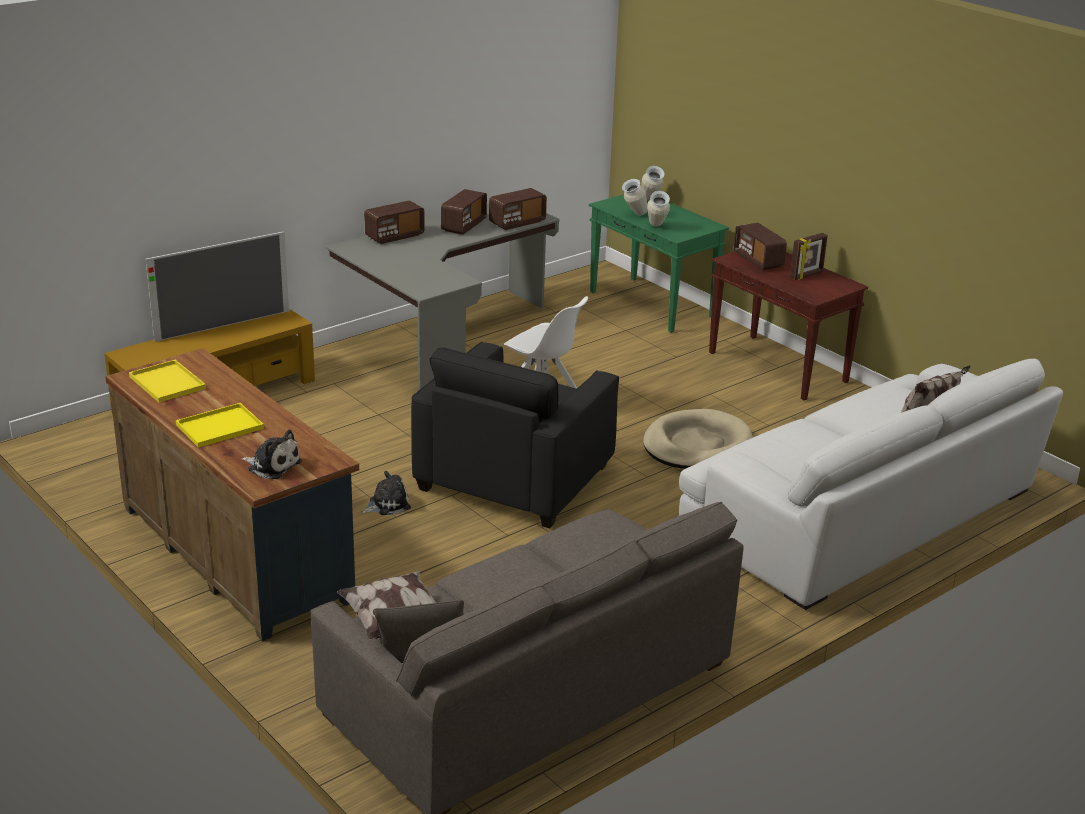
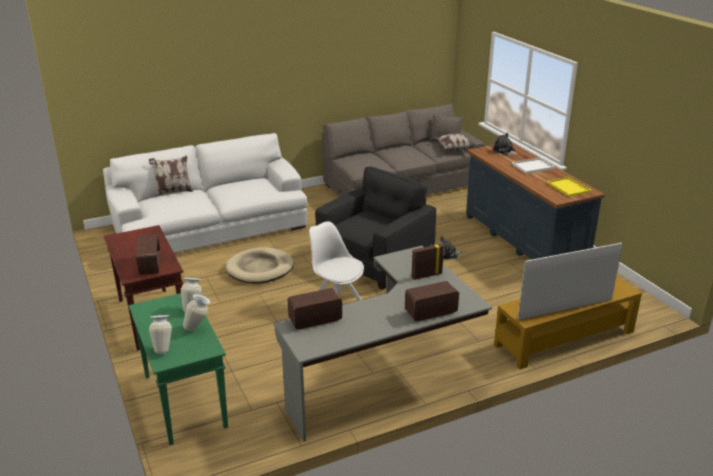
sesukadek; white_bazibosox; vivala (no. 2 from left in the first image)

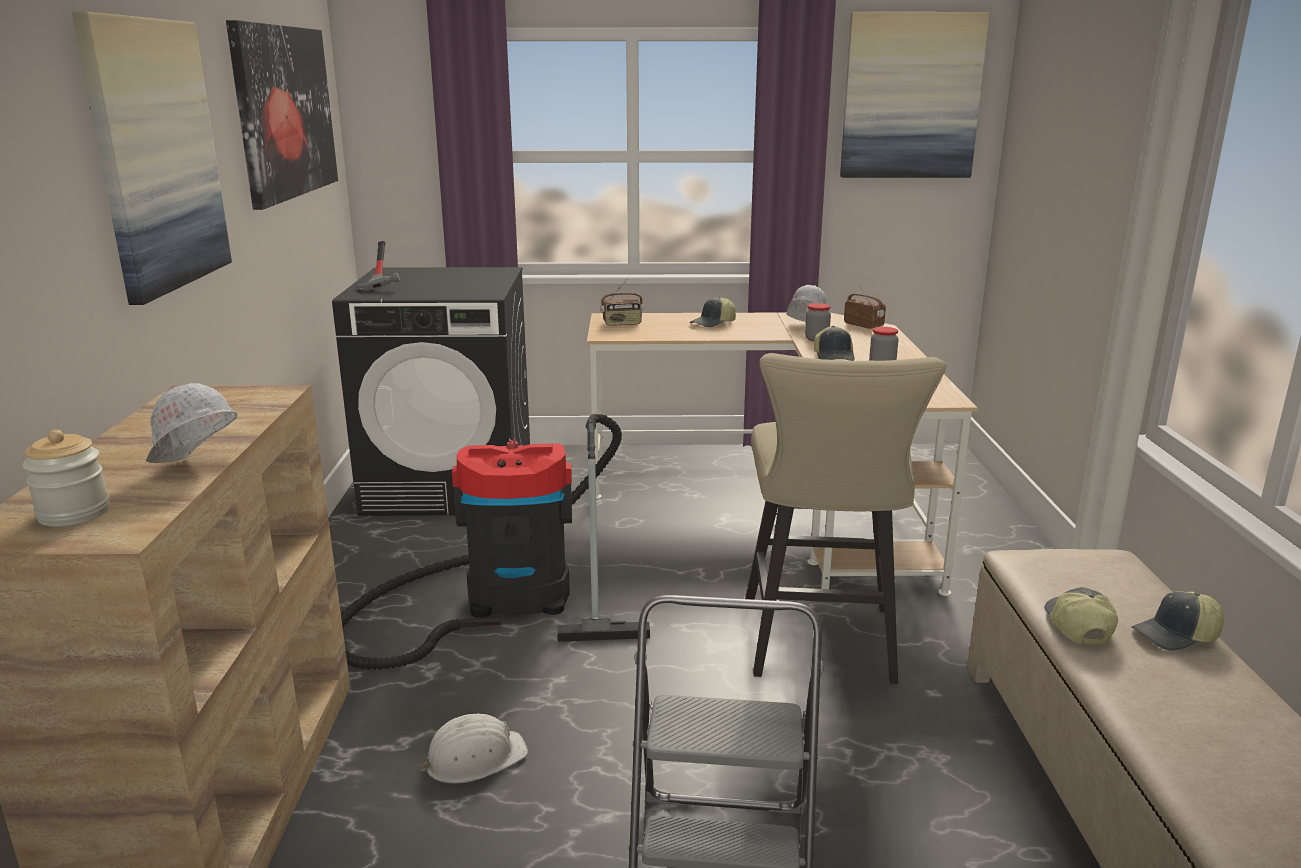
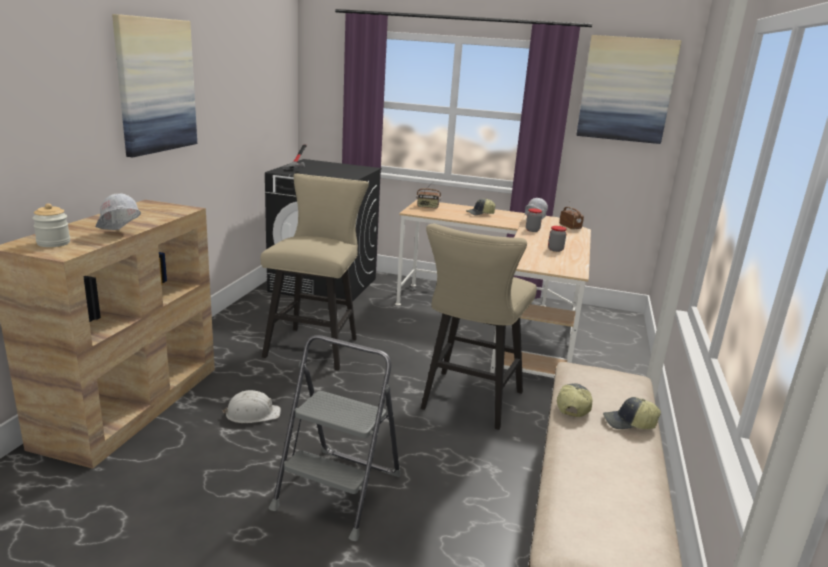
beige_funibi (no. 1 from left); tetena (no. 2 from left in the first image); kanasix (no. 2 from left in the first image)

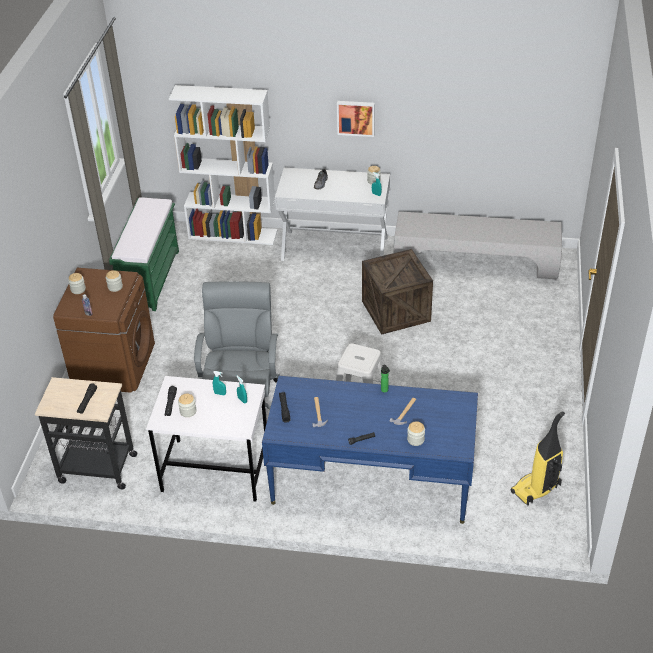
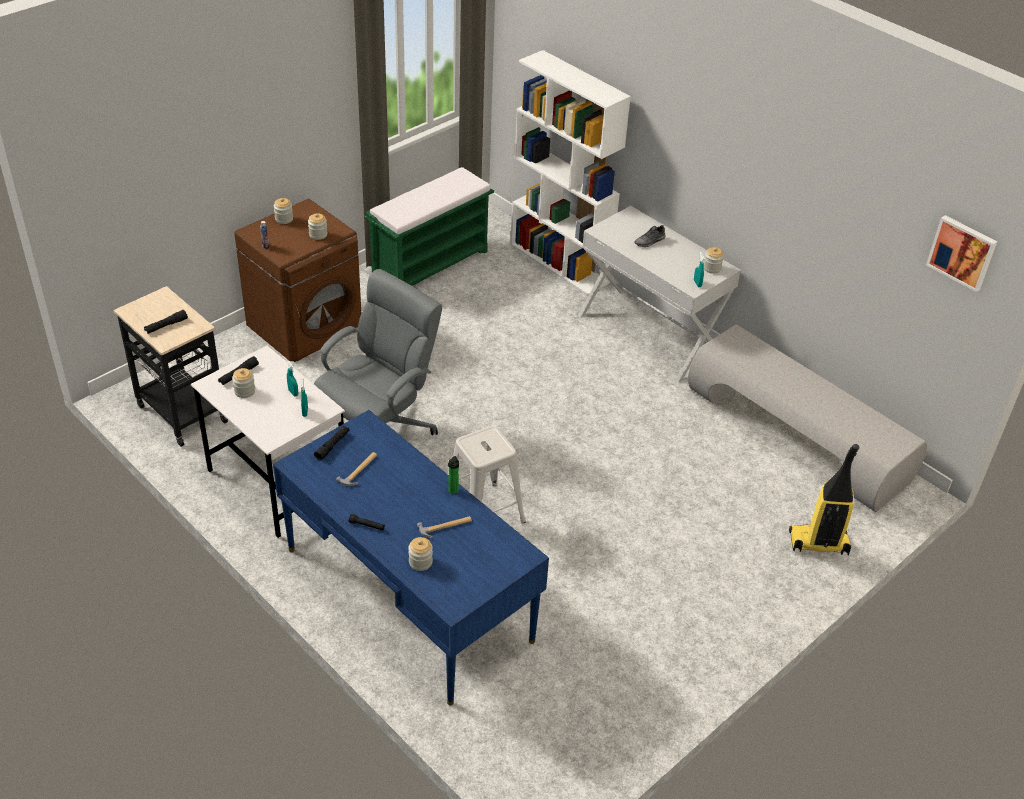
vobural; tetena; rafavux

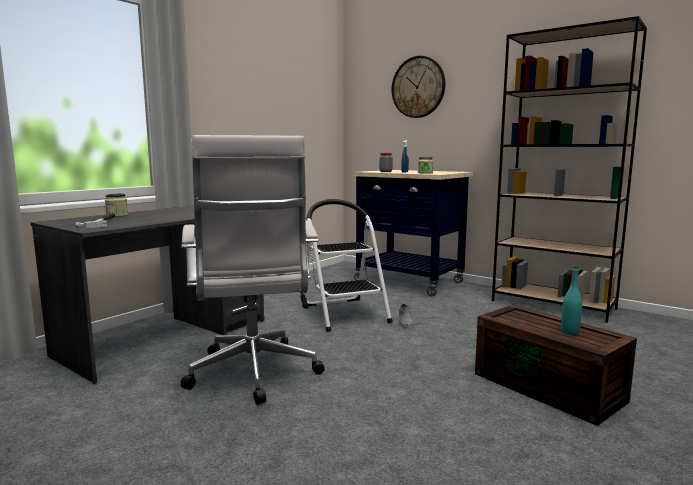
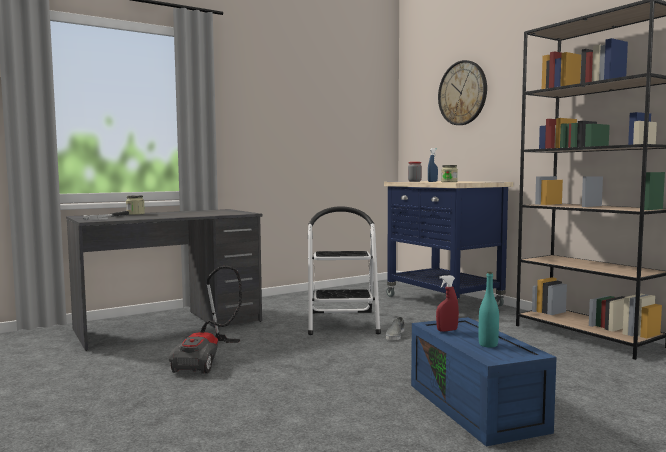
vobural; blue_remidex; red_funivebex

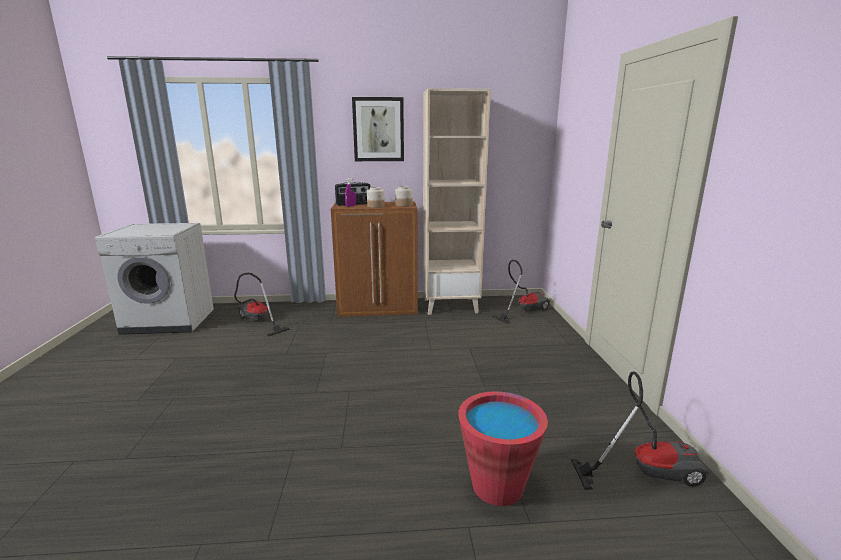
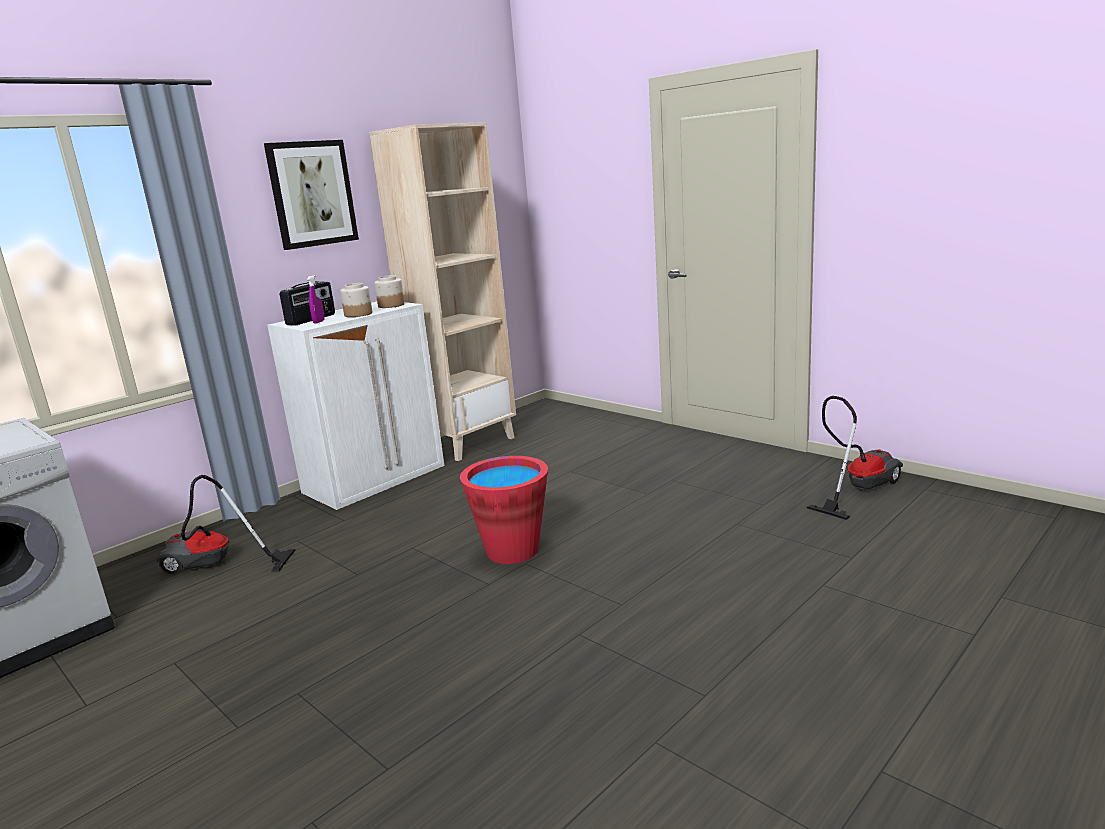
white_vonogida; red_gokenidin; vobural (no. 2 from left in the first image)

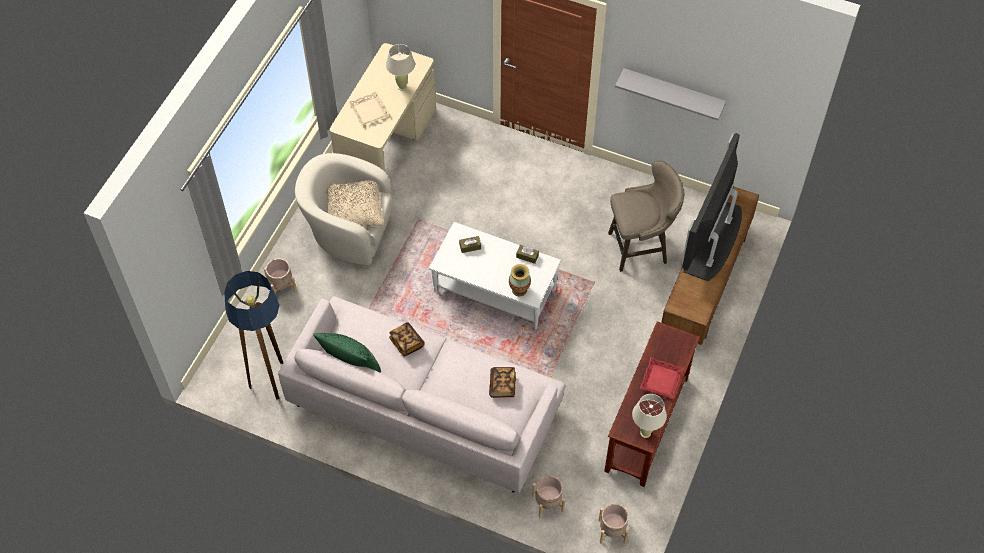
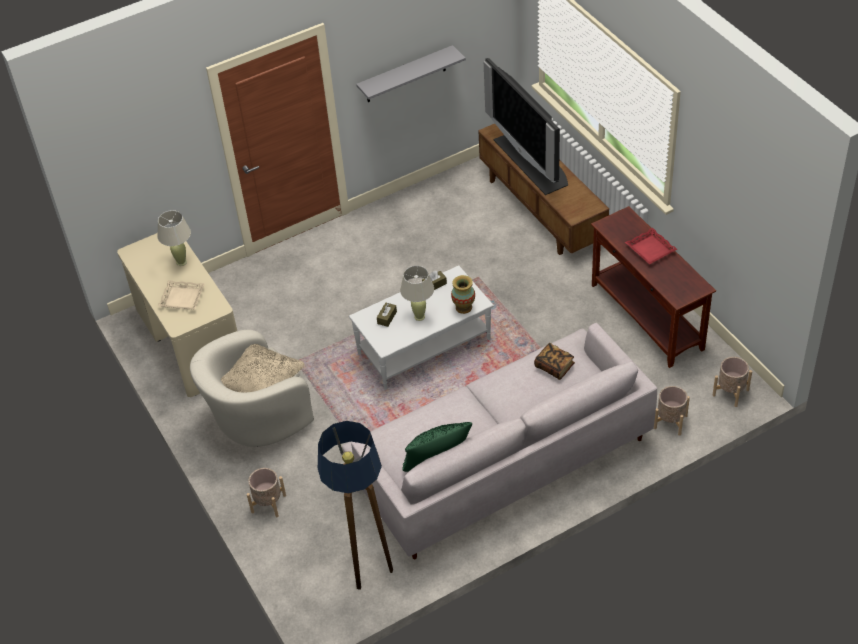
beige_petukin (no. 2 from left); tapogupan (no. 1 from left in the first image); beige_funibi

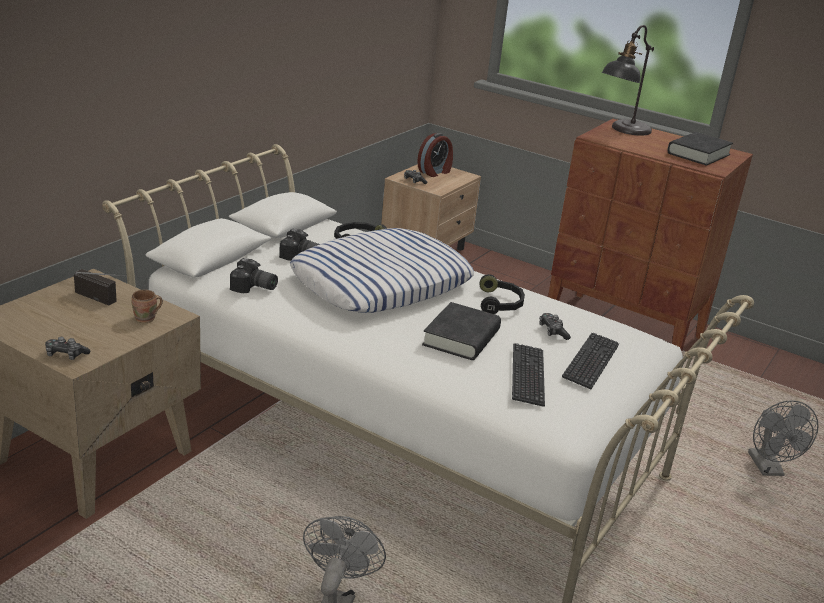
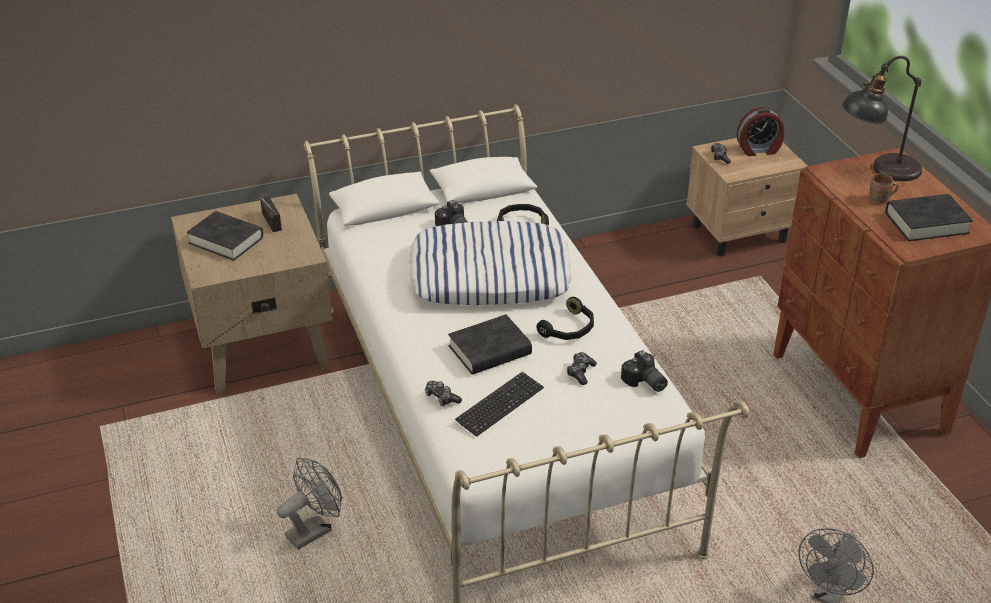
black_tapogupan (no. 1 from left); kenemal (no. 1 from left); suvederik (no. 2 from left); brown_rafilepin; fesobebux (no. 2 from left in the first image)

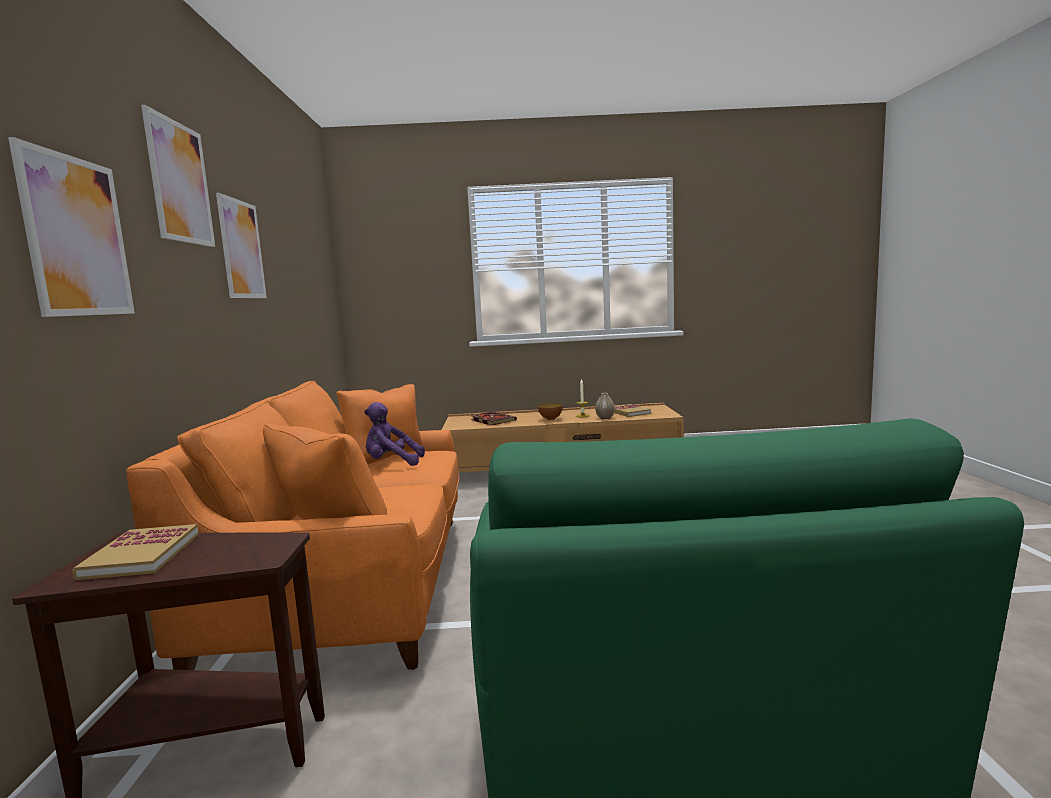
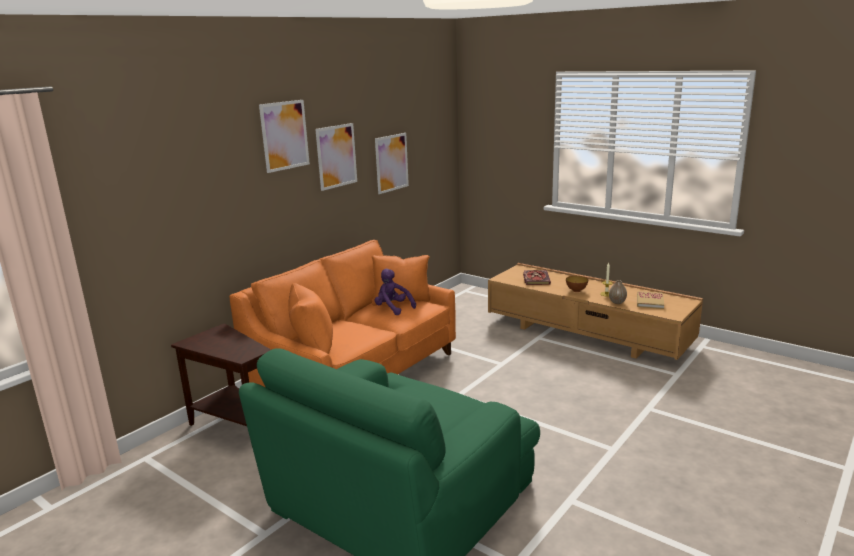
tetena (no. 3 from left); tapogupan (no. 1 from left in the first image)

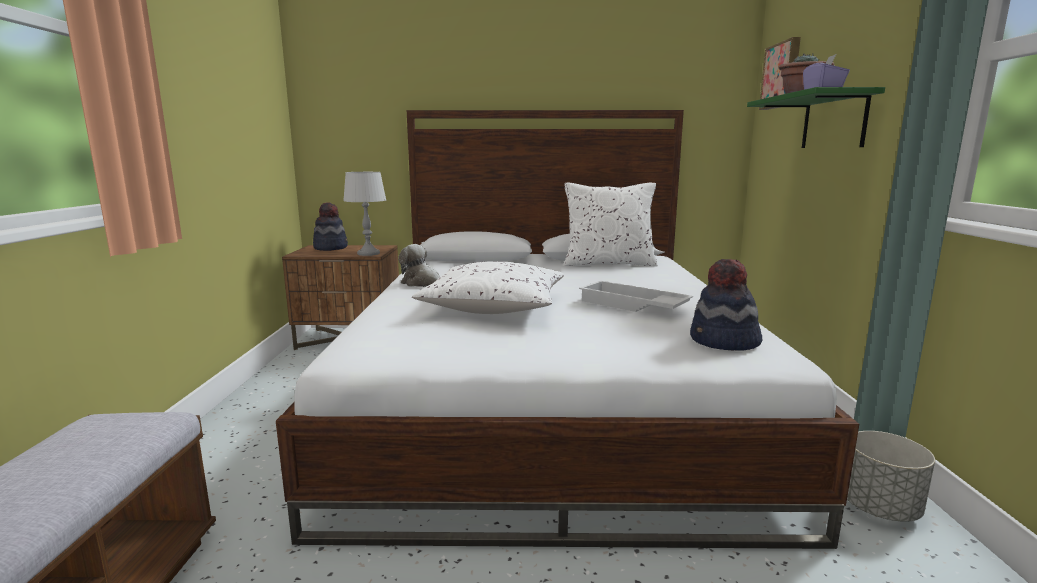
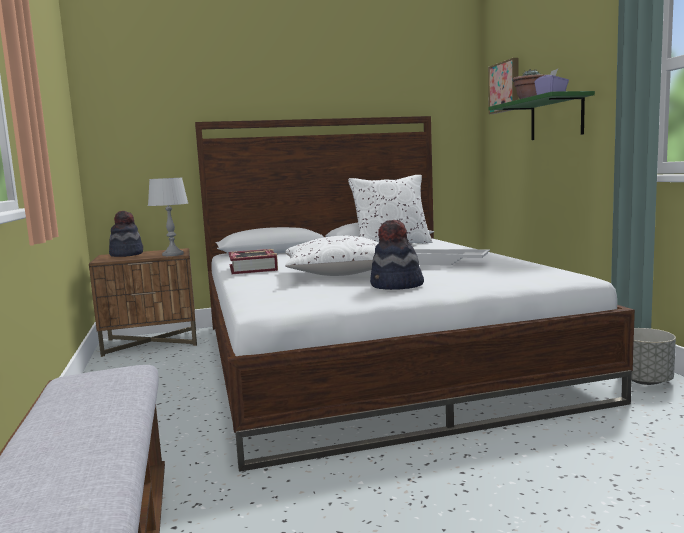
tapogupan; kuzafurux (no. 2 from left)

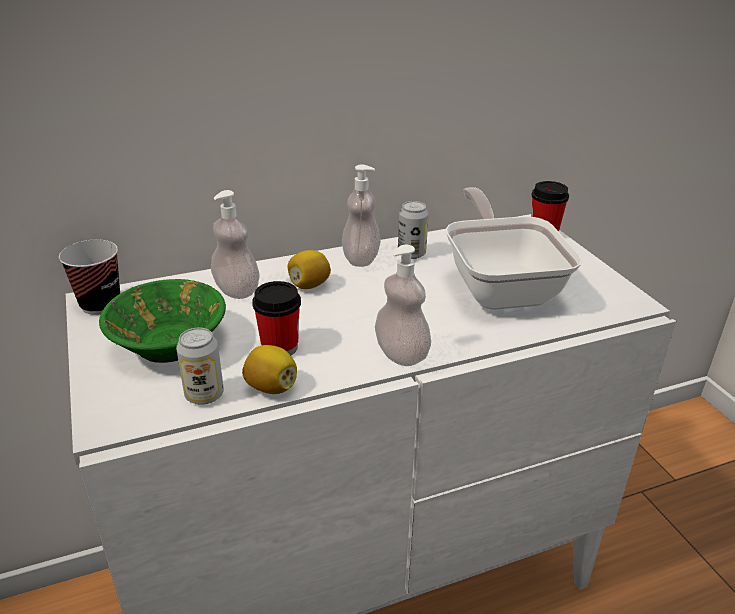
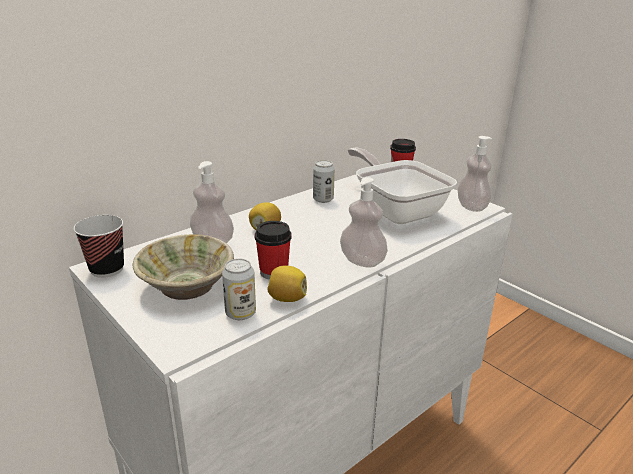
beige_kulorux; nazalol (no. 3 from left)

